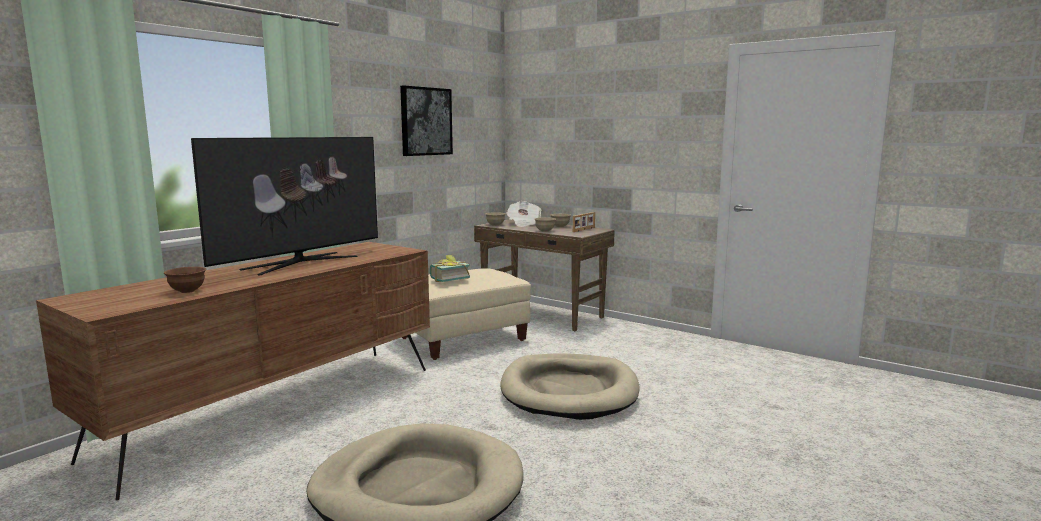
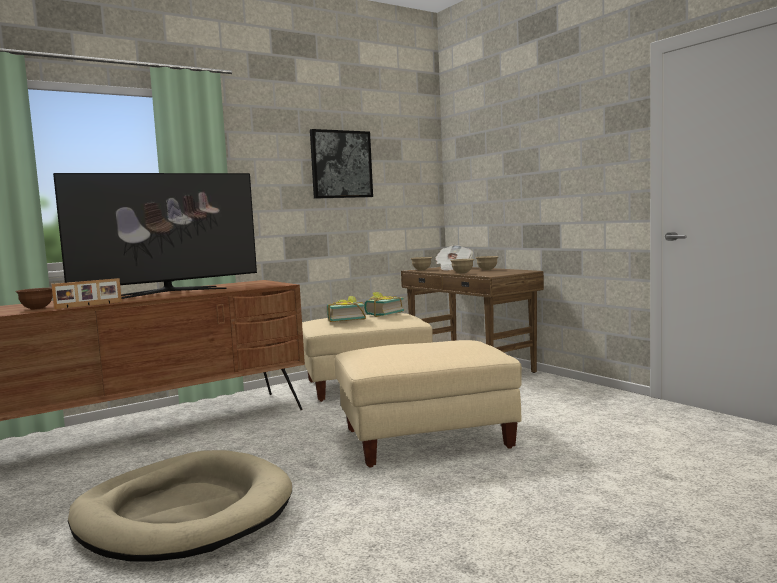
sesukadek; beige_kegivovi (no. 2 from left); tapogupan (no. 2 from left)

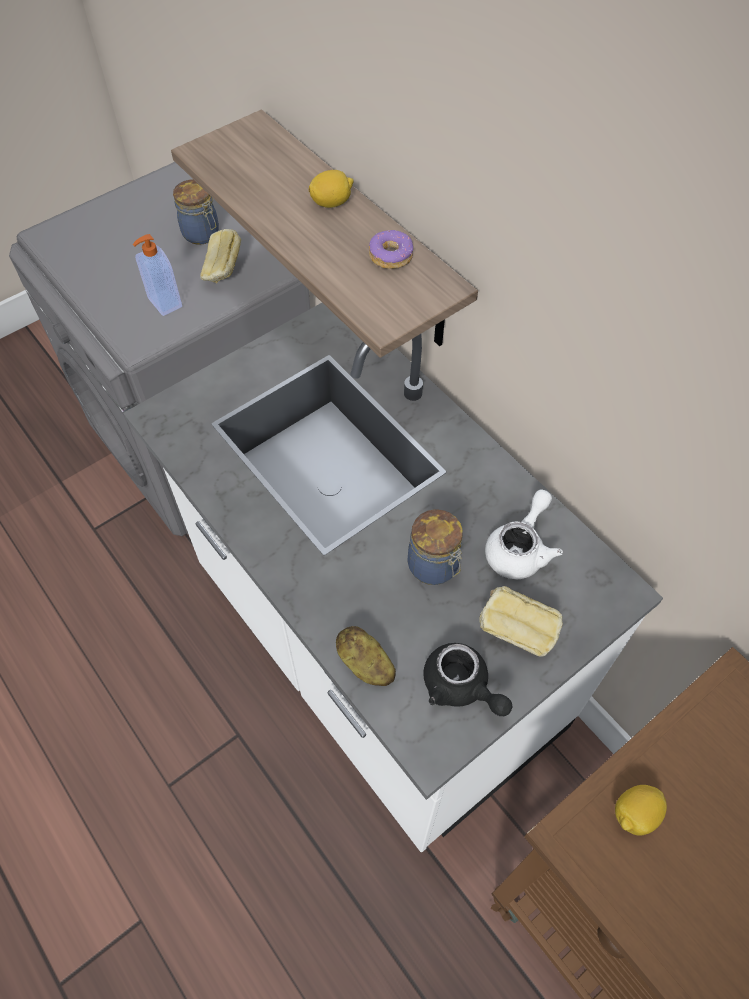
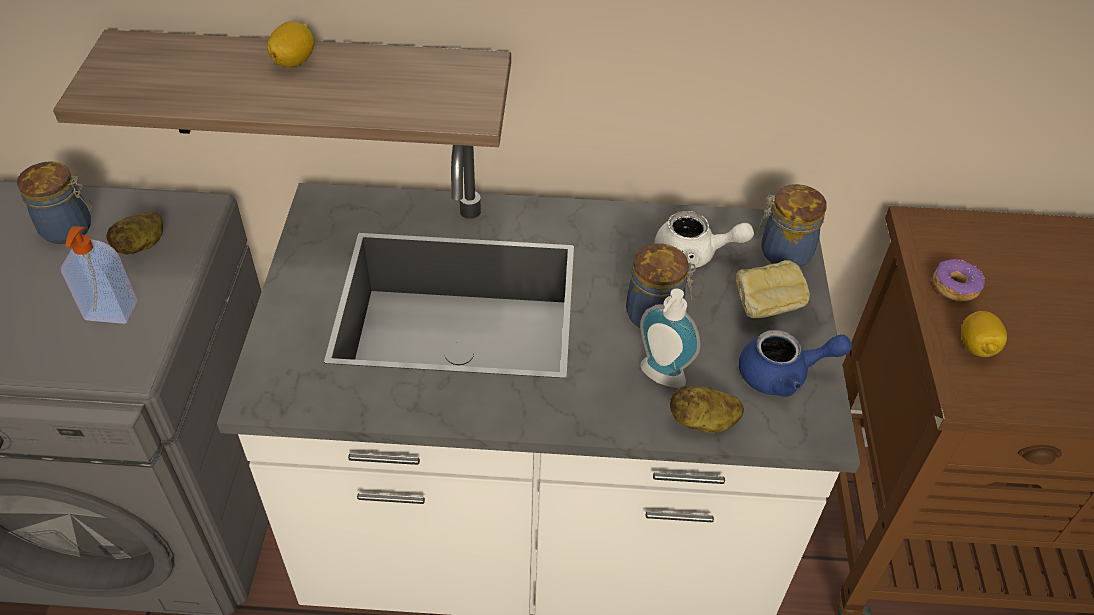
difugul (no. 1 from left); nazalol (no. 2 from left); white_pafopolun; blue_pafopolun; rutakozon (no. 3 from left); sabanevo

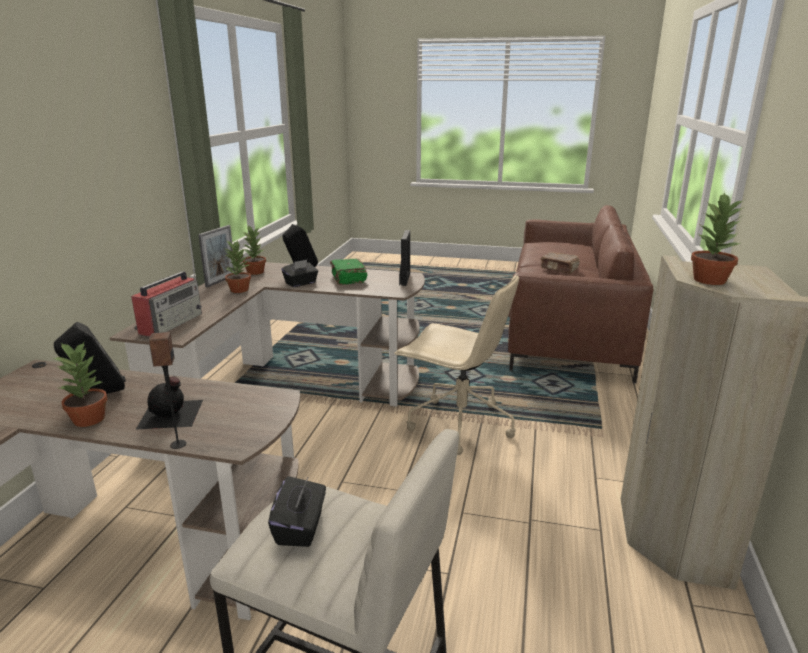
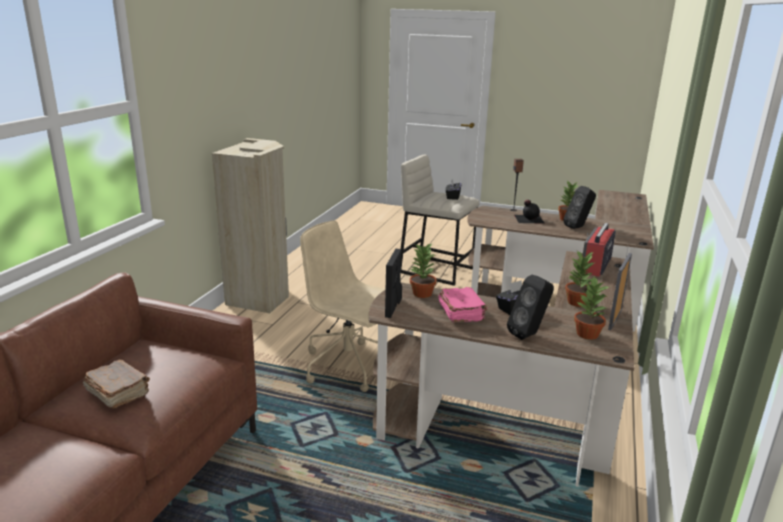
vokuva (no. 1 from left); pink_tapogupan

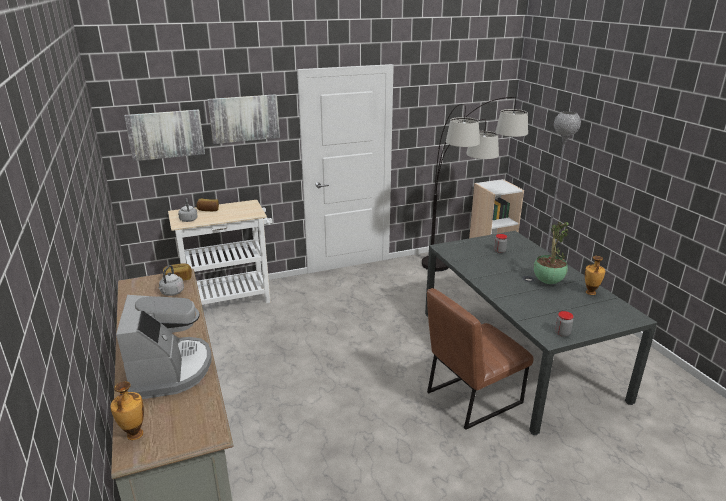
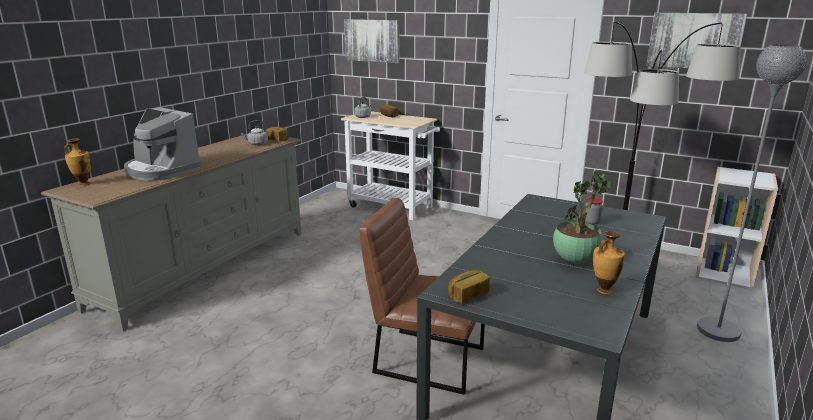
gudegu; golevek (no. 3 from left); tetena (no. 2 from left)

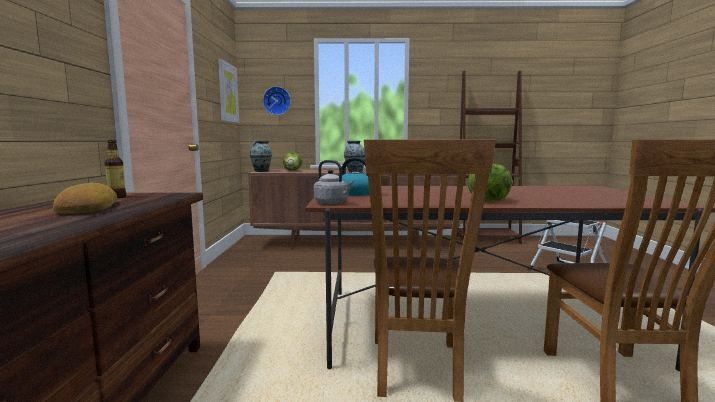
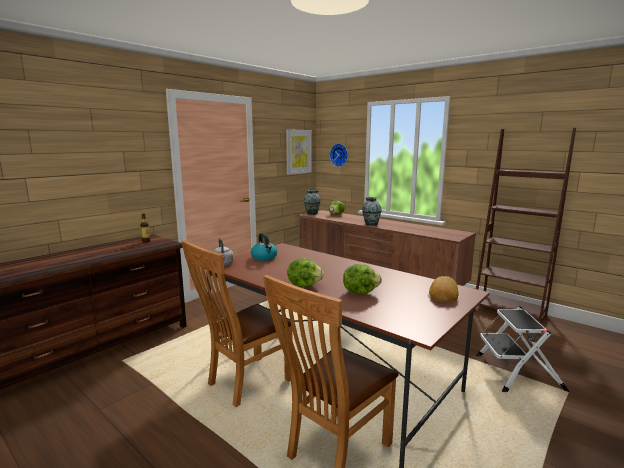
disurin (no. 3 from left); golevek

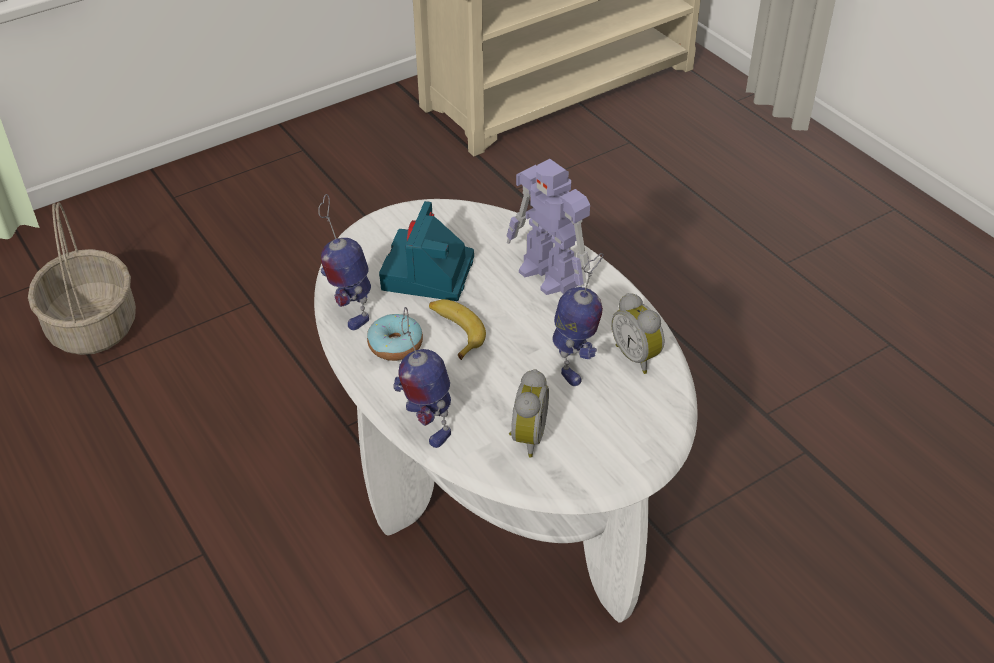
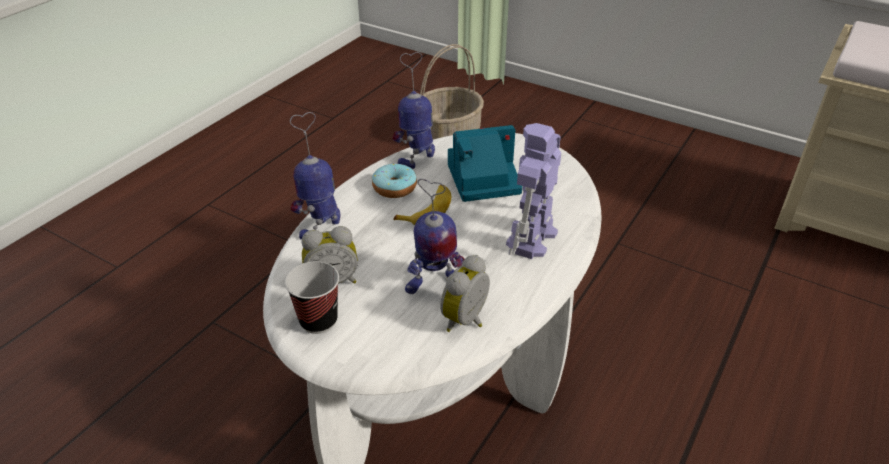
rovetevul

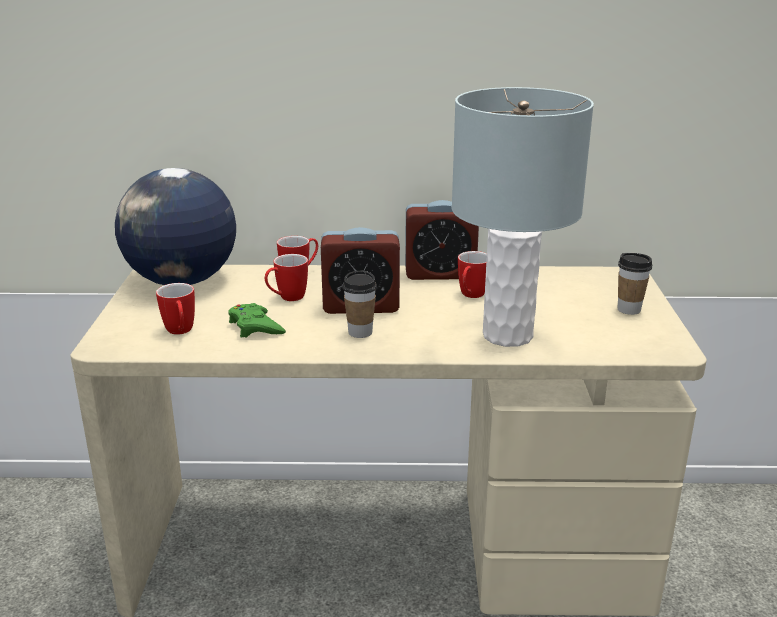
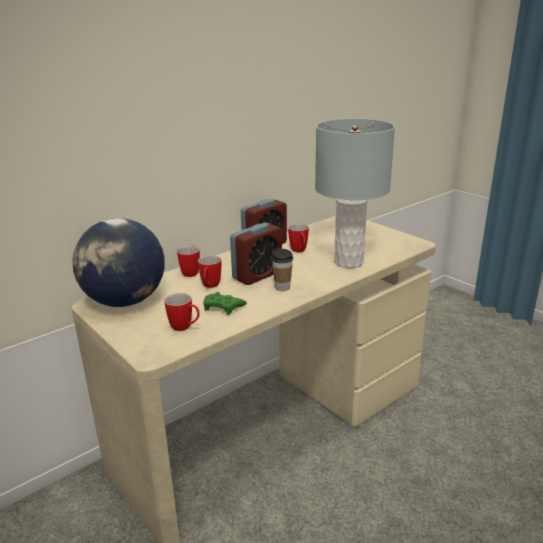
rovetevul (no. 2 from left in the first image)

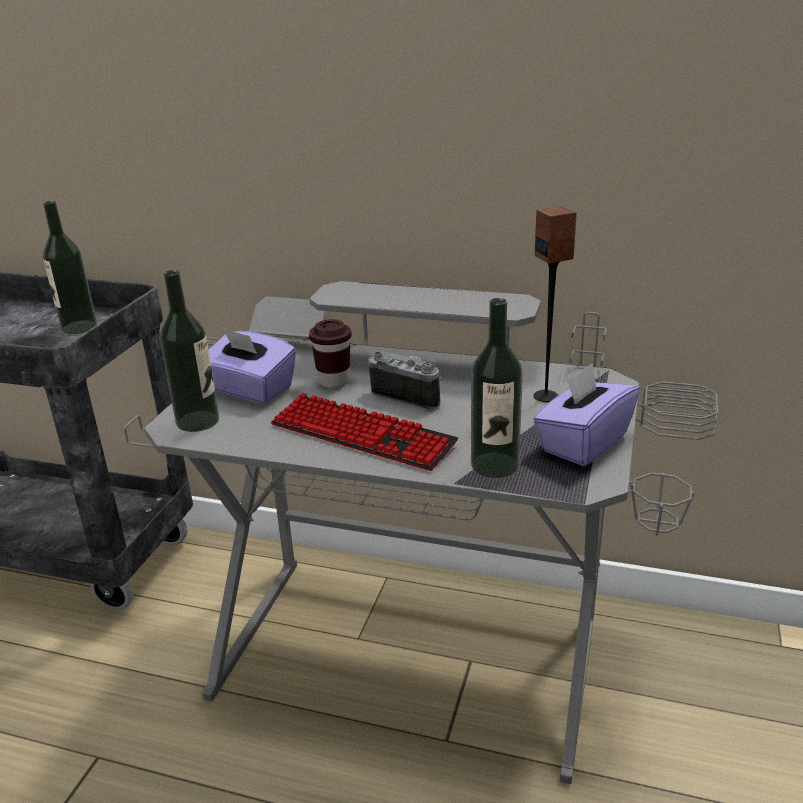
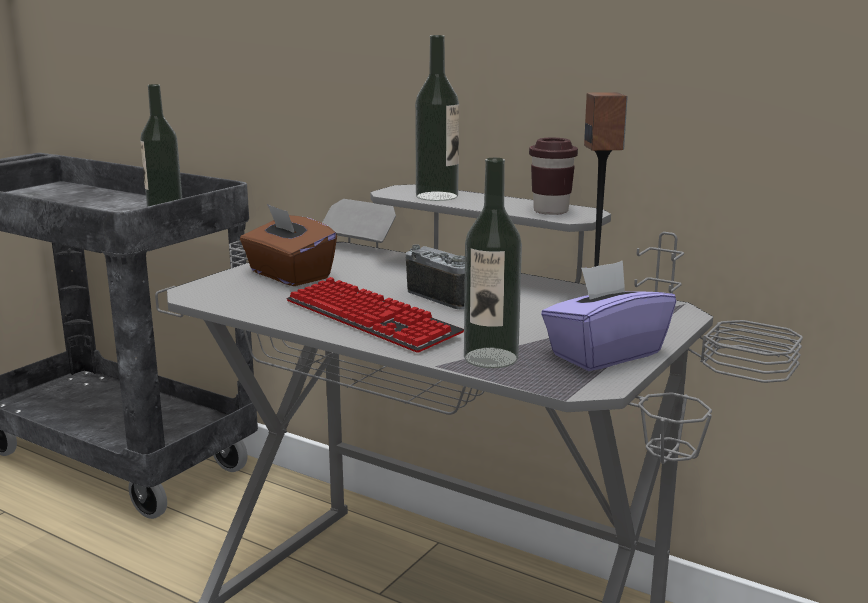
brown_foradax; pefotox (no. 2 from left); brown_rovetevul

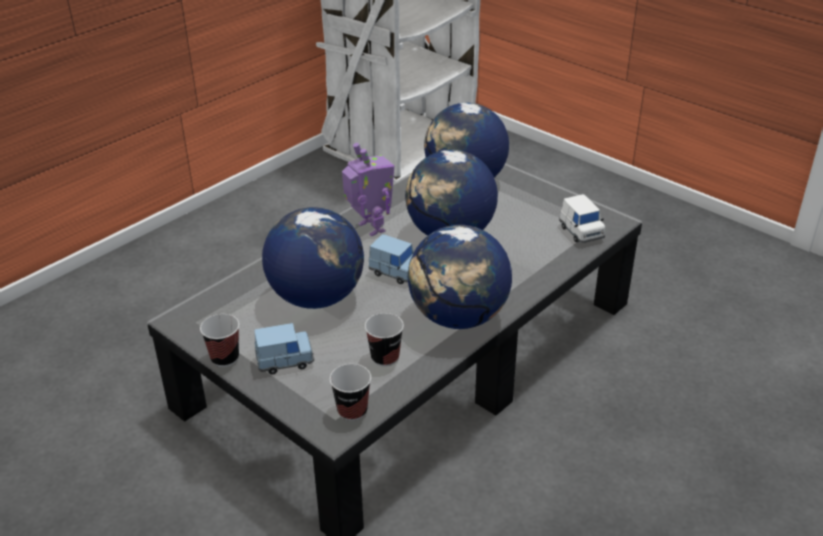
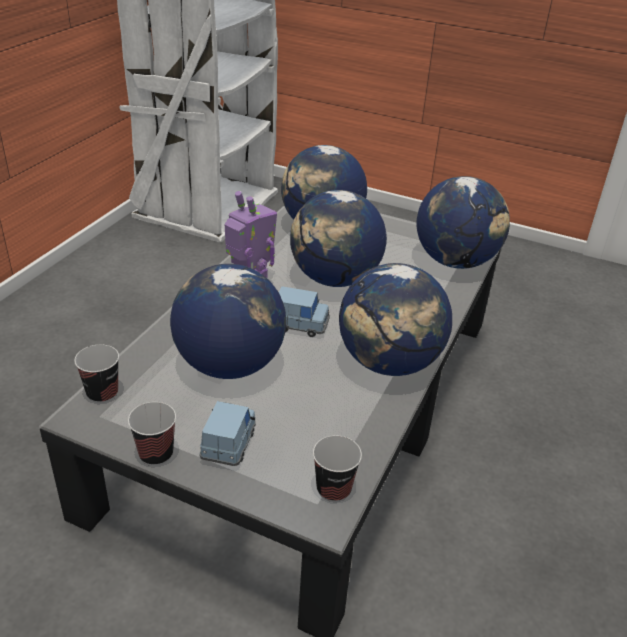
rovetevul (no. 1 from left); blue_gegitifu (no. 1 from left); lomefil (no. 5 from left)

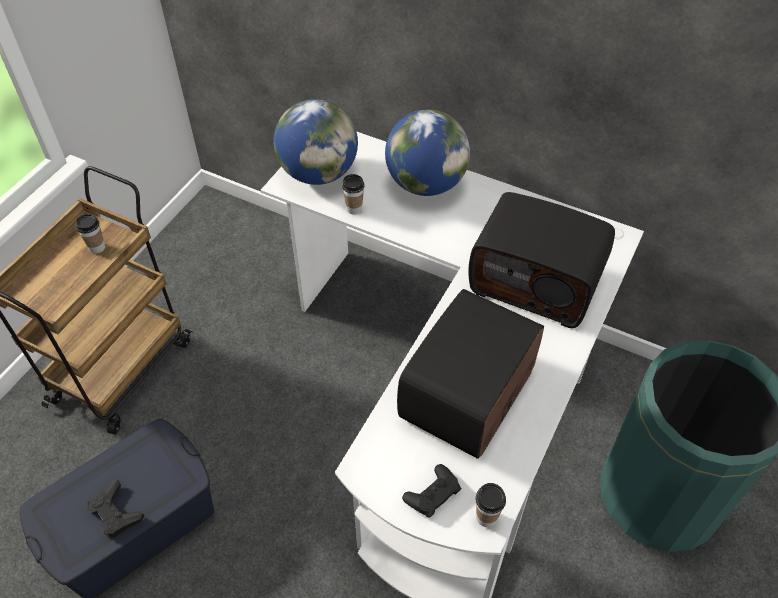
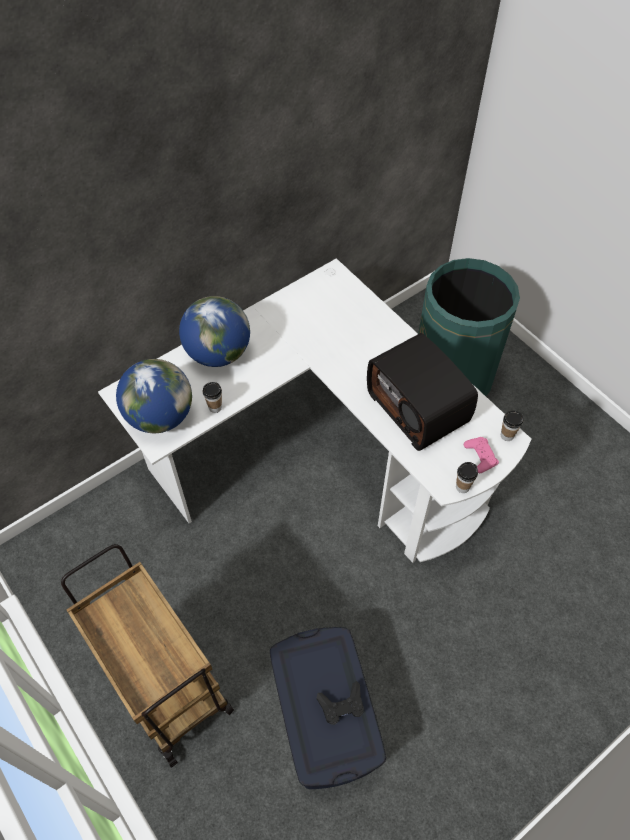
rovetevul (no. 2 from left); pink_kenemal; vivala (no. 2 from left in the first image)

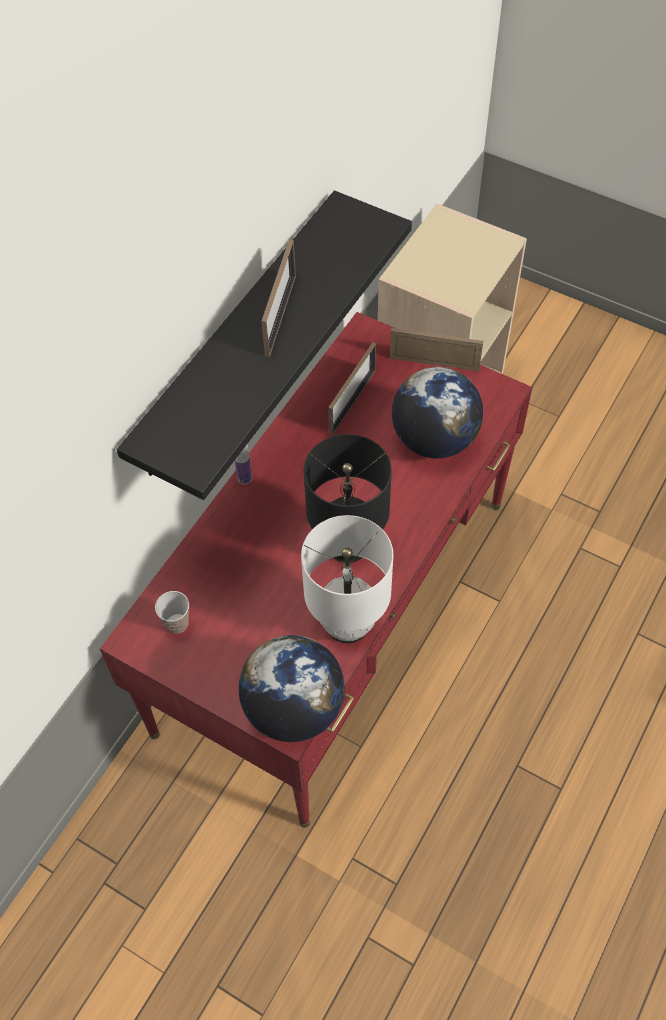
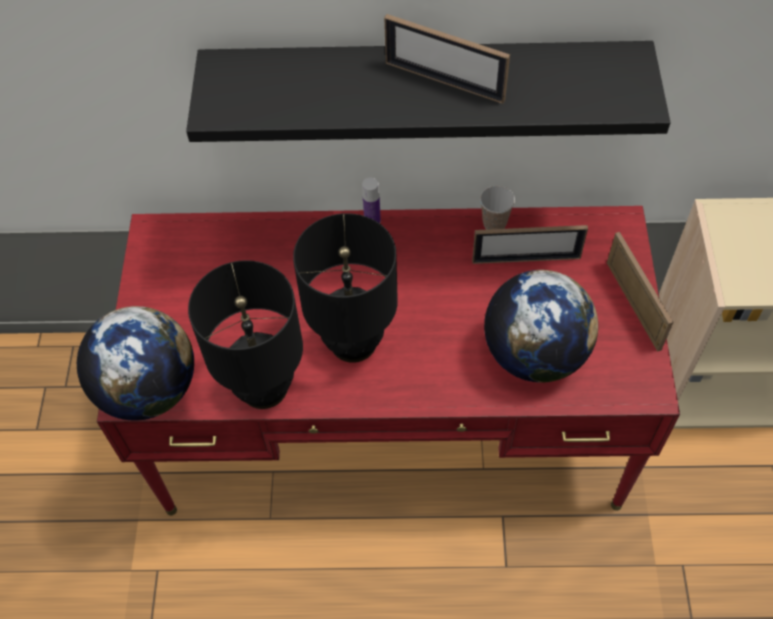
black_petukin (no. 1 from left); sesukadek (no. 1 from left); rovetevul

